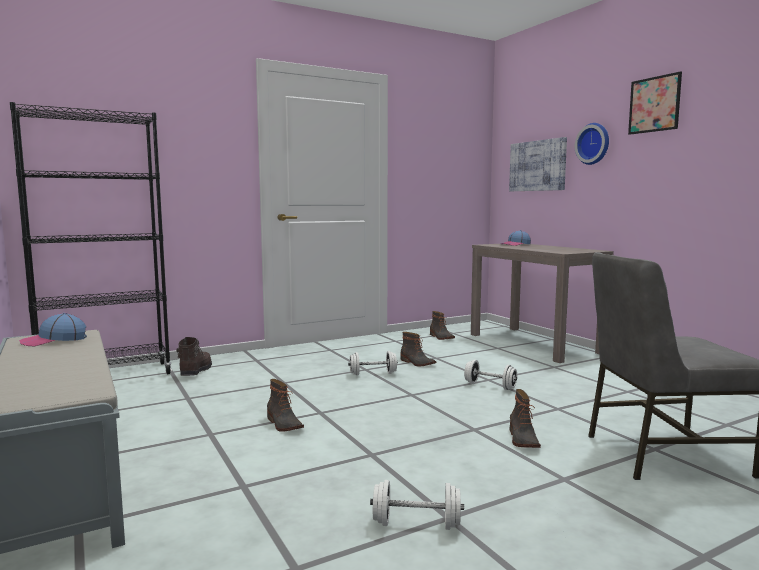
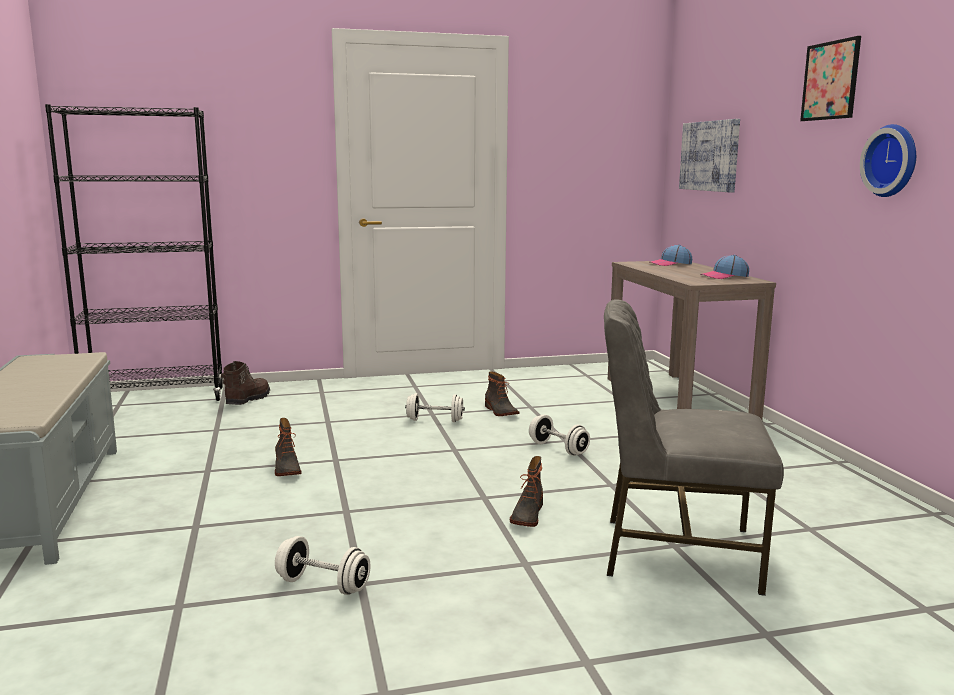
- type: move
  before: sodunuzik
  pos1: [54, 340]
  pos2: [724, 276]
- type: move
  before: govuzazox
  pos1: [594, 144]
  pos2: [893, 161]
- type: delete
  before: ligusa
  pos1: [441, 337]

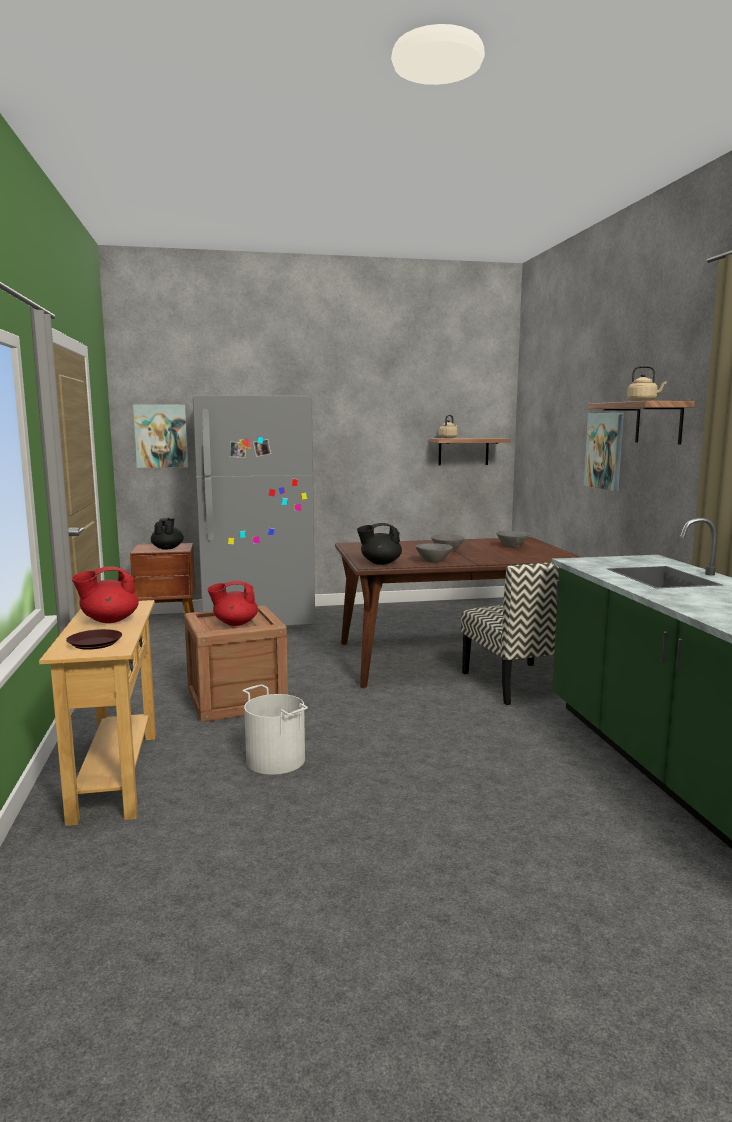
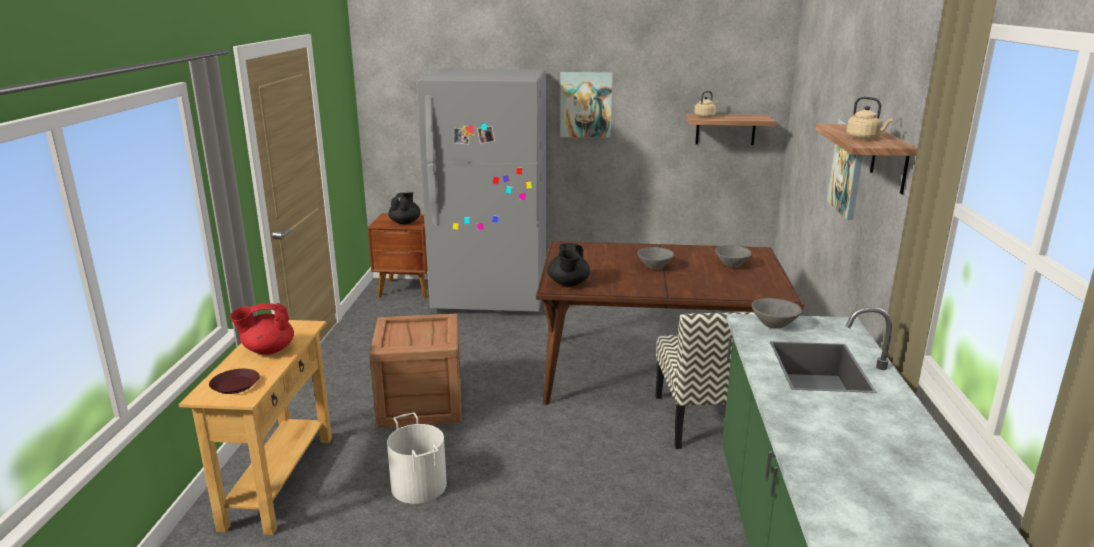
- type: rotate
  before: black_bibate
  pos1: [380, 563]
  pos2: [568, 284]
  turn: -90
- type: move
  before: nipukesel
  pos1: [161, 436]
  pos2: [586, 104]
- type: move
  before: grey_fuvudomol
  pos1: [434, 561]
  pos2: [774, 325]
- type: delete
  before: red_bibate
  pos1: [234, 623]

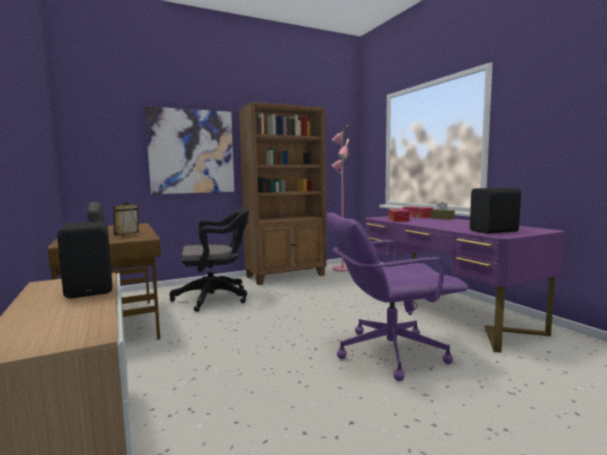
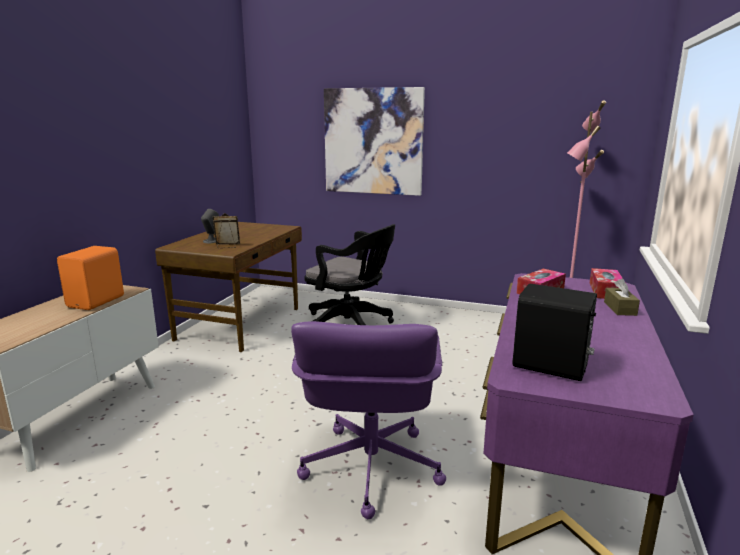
- type: recolor
  before: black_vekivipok
  after: orange_vekivipok
  pos1: [92, 288]
  pos2: [97, 301]
- type: rotate
  before: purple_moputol
  pos1: [389, 352]
  pos2: [370, 468]
  turn: -120
- type: delete
  before: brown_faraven
  pos1: [286, 276]

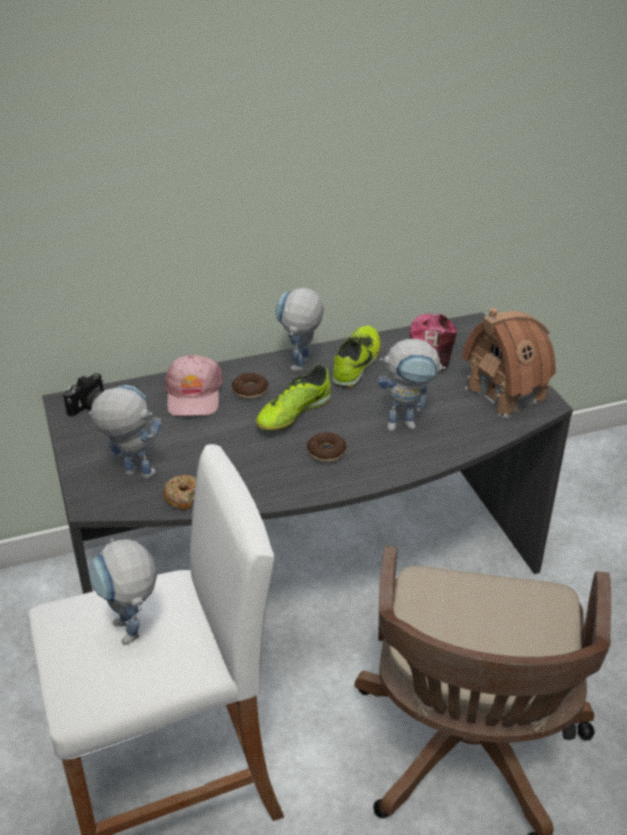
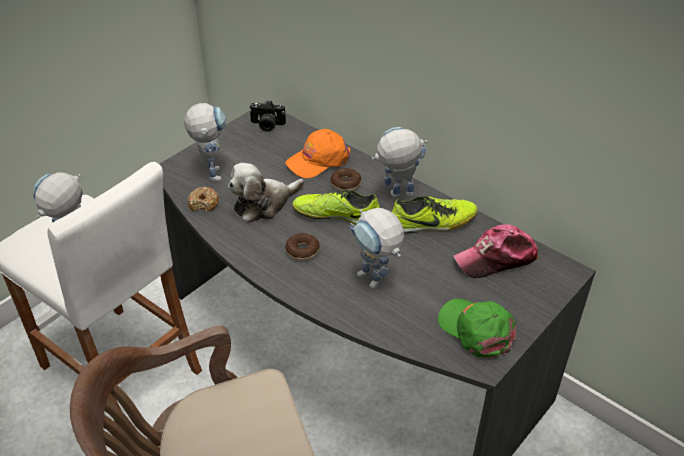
- type: insert
  after: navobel
  pos2: [264, 204]
- type: recolor
  before: pink_sodunuzik
  after: orange_sodunuzik
  pos1: [194, 395]
  pos2: [318, 160]
- type: replace
  before: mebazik
  after: green_sodunuzik
  pos1: [506, 393]
  pos2: [476, 330]

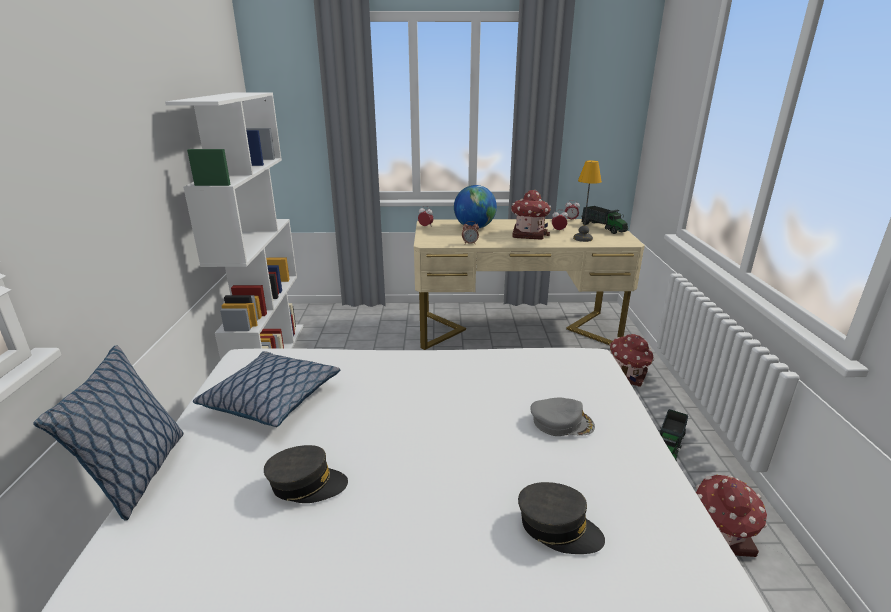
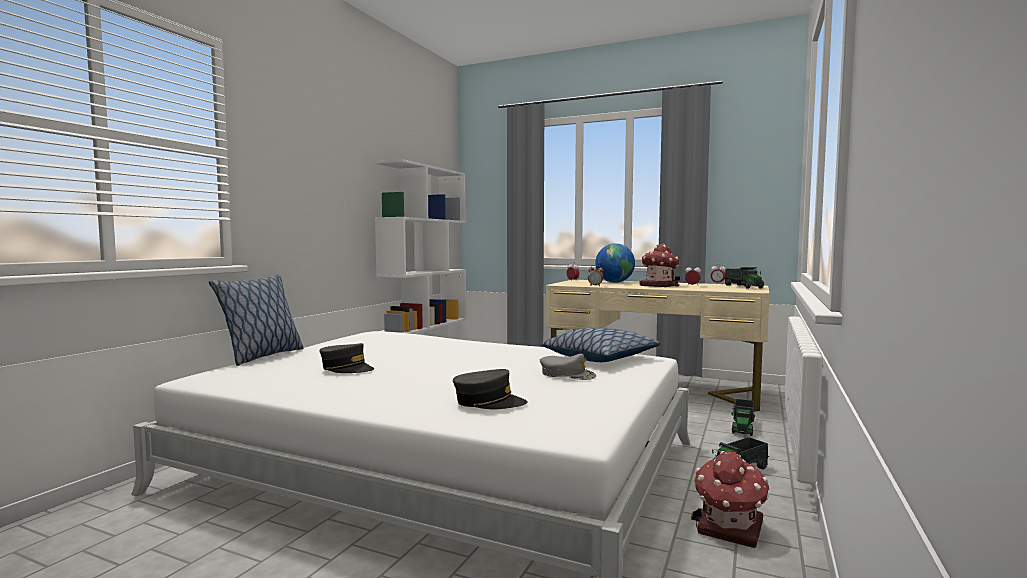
- type: rotate
  before: grey_sodunuzik
  pos1: [558, 528]
  pos2: [488, 402]
  turn: -45
- type: move
  before: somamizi
  pos1: [271, 399]
  pos2: [599, 358]
- type: replace
  before: mebazik
  after: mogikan
  pos1: [627, 375]
  pos2: [743, 427]
- type: delete
  before: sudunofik
  pos1: [583, 239]

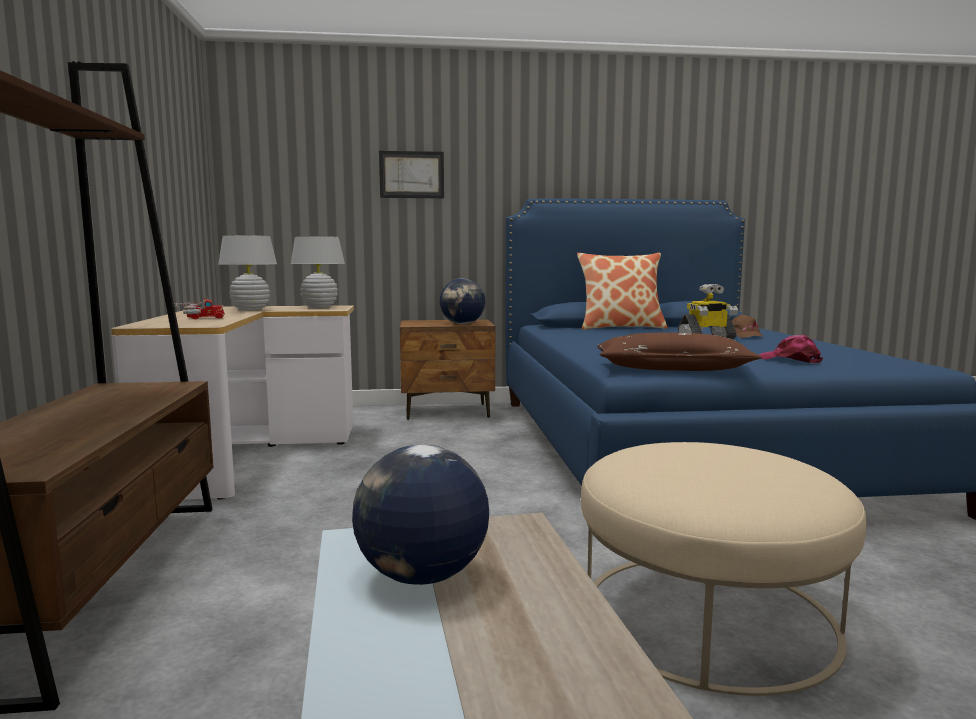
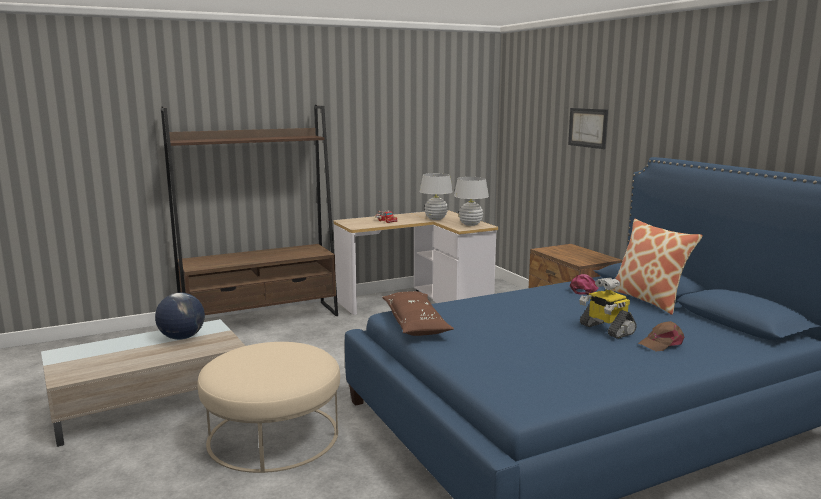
- type: move
  before: pink_sodunuzik
  pos1: [790, 360]
  pos2: [584, 290]
- type: delete
  before: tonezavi
  pos1: [463, 324]

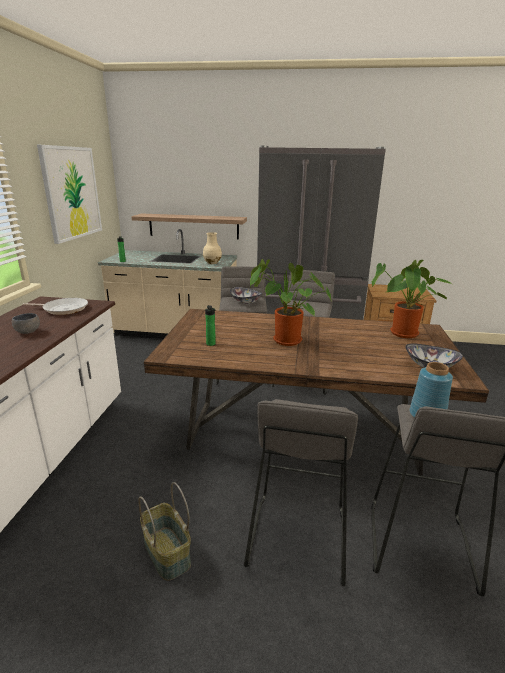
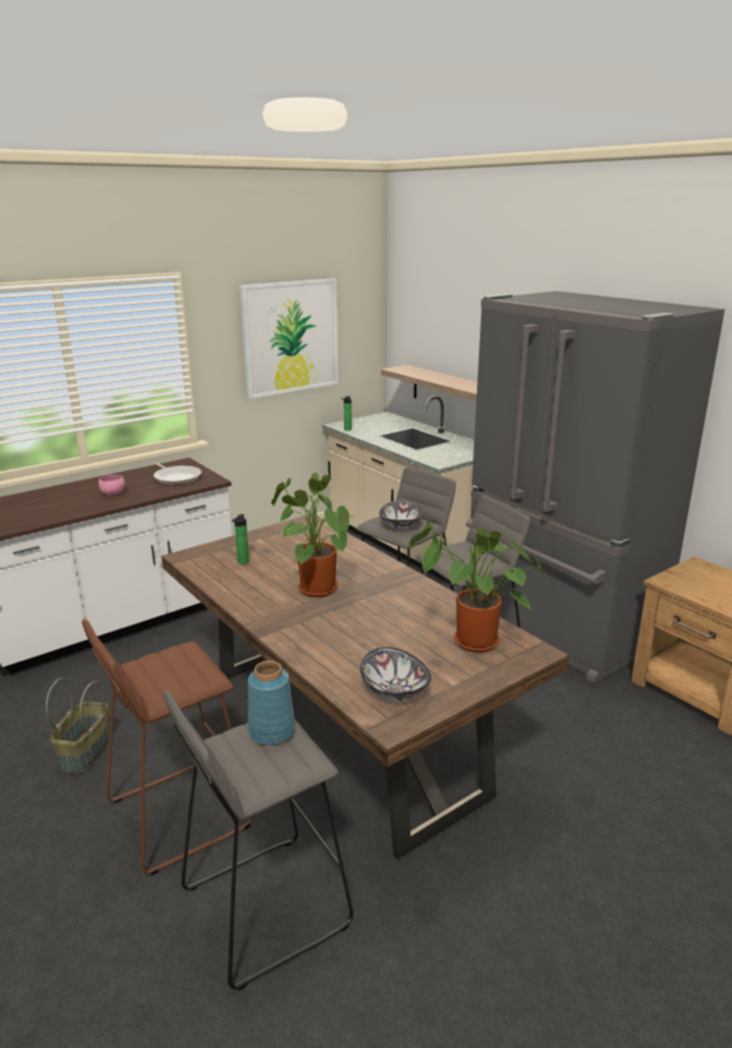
- type: recolor
  before: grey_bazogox
  after: brown_bazogox
  pos1: [296, 538]
  pos2: [179, 813]
- type: recolor
  before: grey_fuvudomol
  after: pink_fuvudomol
  pos1: [27, 331]
  pos2: [113, 493]
- type: delete
  before: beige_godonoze
  pos1: [212, 263]

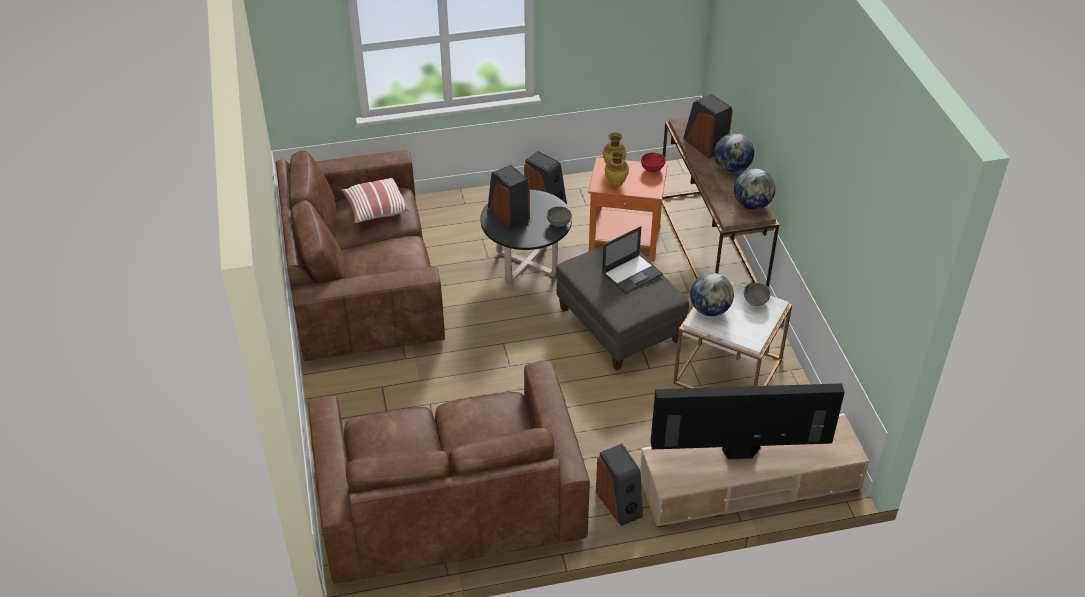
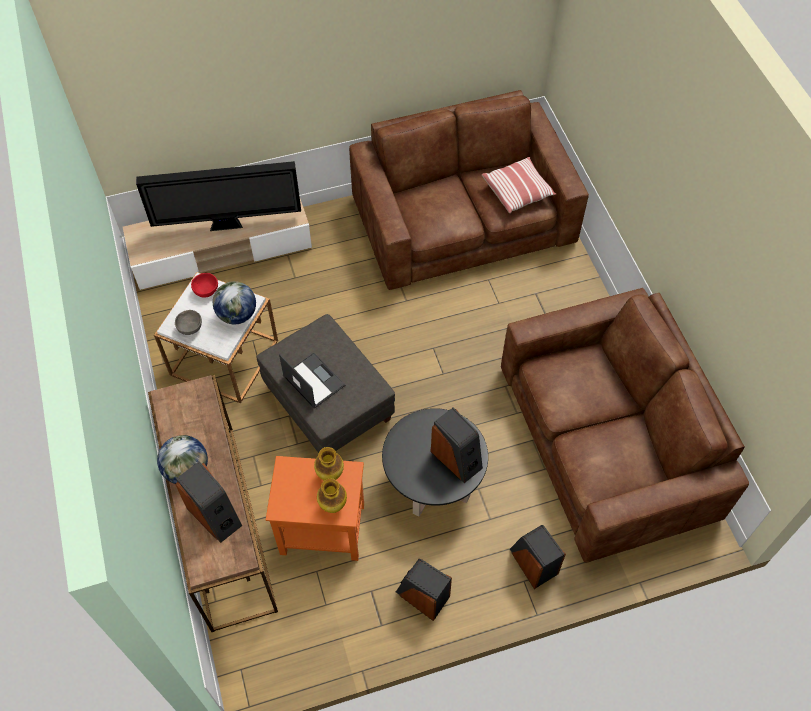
- type: move
  before: red_fuvudomol
  pos1: [653, 169]
  pos2: [206, 291]
- type: rotate
  before: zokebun
  pos1: [632, 273]
  pos2: [313, 380]
  turn: 90
- type: move
  before: somamizi
  pos1: [375, 209]
  pos2: [518, 191]
- type: move
  before: vekivipok
  pos1: [620, 503]
  pos2: [533, 562]
- type: delete
  before: grey_fuvudomol
  pos1: [559, 223]
- type: delete
  before: tonezavi
  pos1: [752, 205]

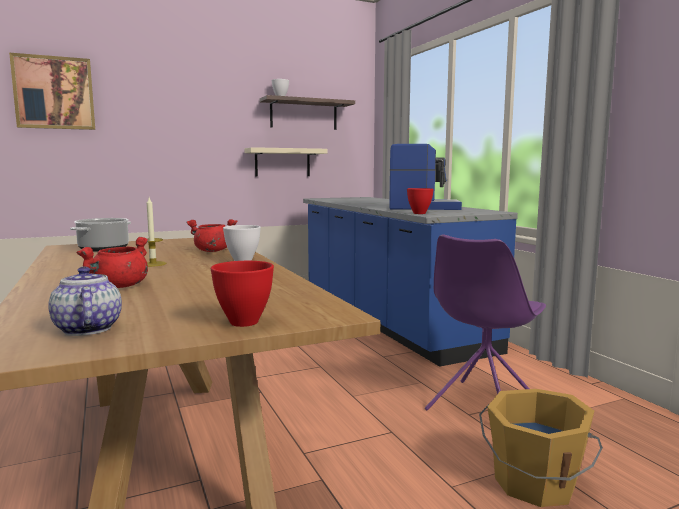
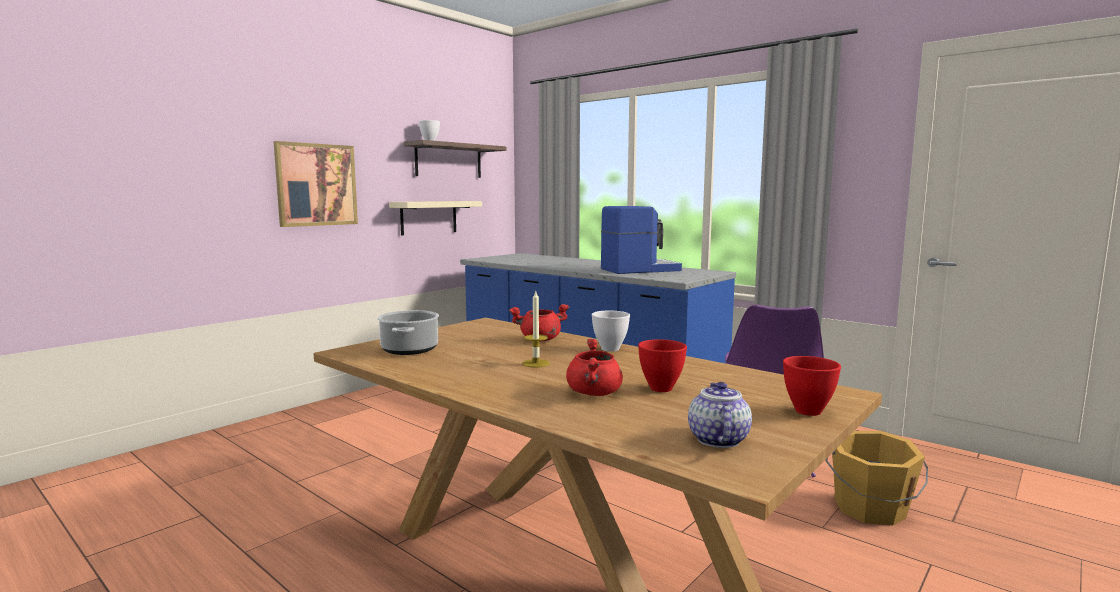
- type: move
  before: nipukesel
  pos1: [54, 93]
  pos2: [316, 185]
- type: move
  before: red_fuvudomol
  pos1: [418, 213]
  pos2: [659, 388]
- type: rotate
  before: bibate
  pos1: [87, 329]
  pos2: [717, 439]
  turn: 60

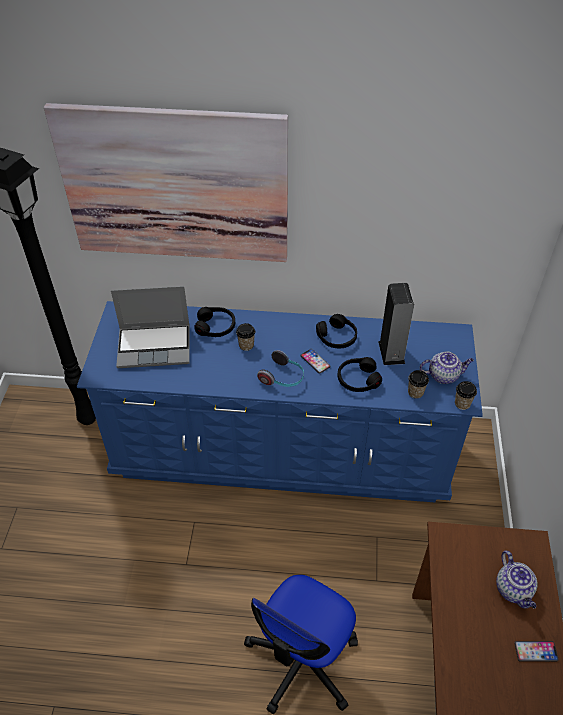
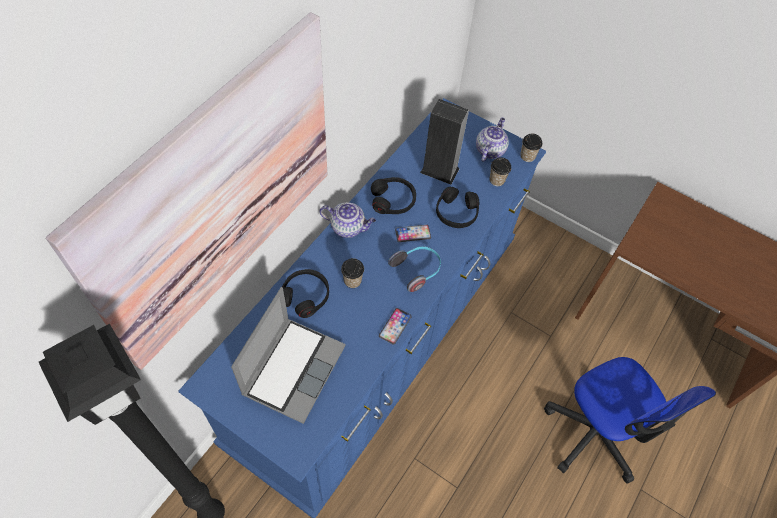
- type: move
  before: bibate
  pos1: [514, 590]
  pos2: [348, 227]
- type: move
  before: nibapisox
  pos1: [535, 651]
  pos2: [395, 326]

